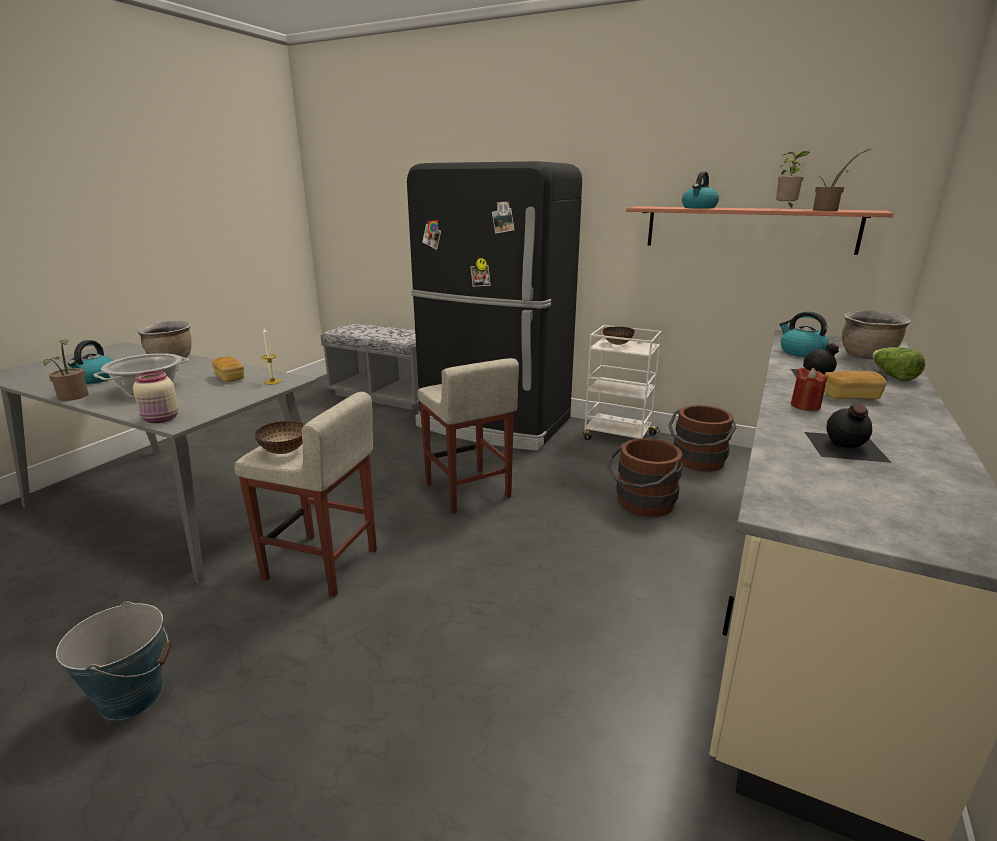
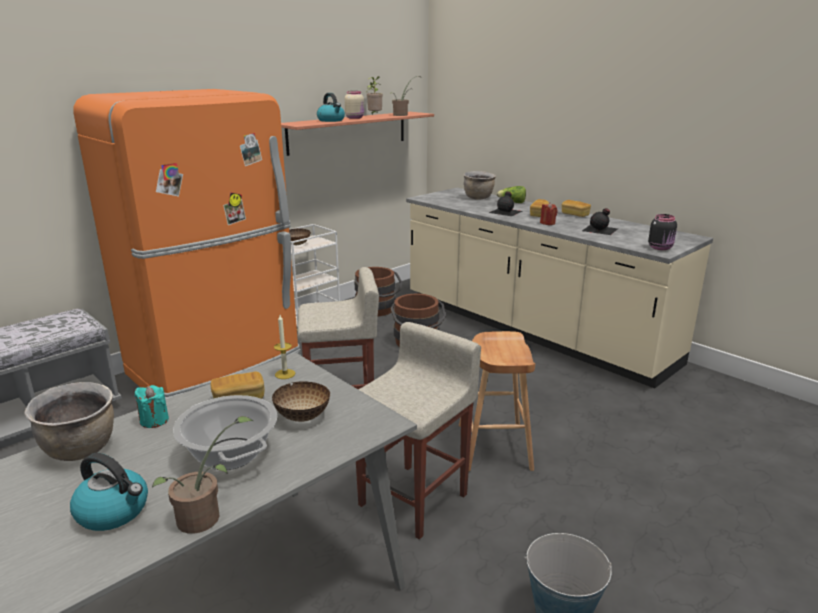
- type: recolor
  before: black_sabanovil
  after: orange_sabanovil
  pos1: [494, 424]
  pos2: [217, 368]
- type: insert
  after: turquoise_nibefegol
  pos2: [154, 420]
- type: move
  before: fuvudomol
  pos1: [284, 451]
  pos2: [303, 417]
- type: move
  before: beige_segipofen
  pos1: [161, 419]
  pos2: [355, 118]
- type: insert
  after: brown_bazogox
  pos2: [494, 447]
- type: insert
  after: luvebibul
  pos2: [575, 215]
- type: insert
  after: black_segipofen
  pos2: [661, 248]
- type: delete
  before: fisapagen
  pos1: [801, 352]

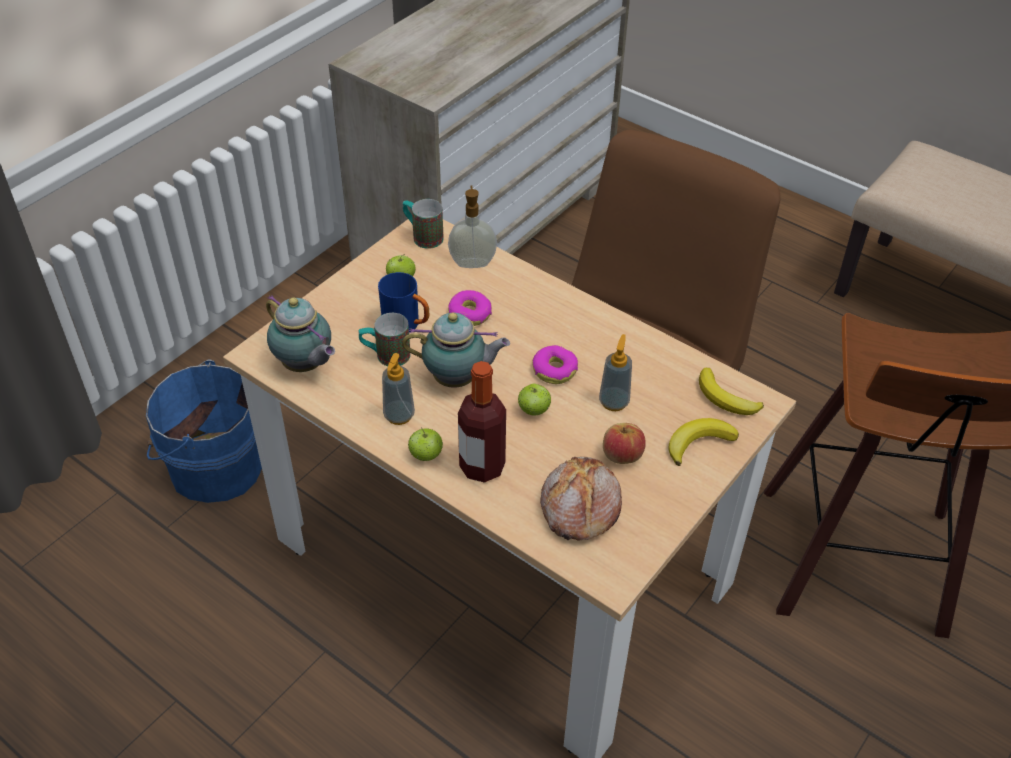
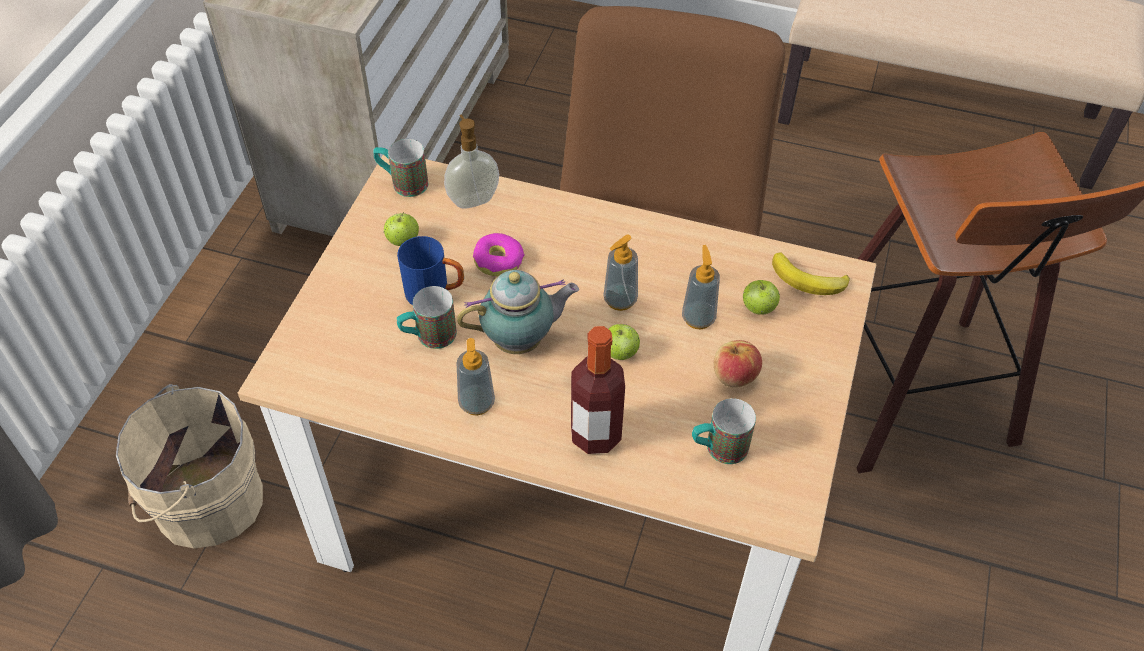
- type: recolor
  before: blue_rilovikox
  after: beige_rilovikox
  pos1: [212, 466]
  pos2: [204, 501]
- type: replace
  before: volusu
  after: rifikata
  pos1: [554, 370]
  pos2: [620, 300]
- type: replace
  before: luvebibul
  after: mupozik
  pos1: [578, 507]
  pos2: [718, 449]
- type: move
  before: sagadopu
  pos1: [426, 455]
  pos2: [758, 308]
- type: delete
  before: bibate
  pos1: [305, 366]
- type: delete
  before: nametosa
  pos1: [698, 443]

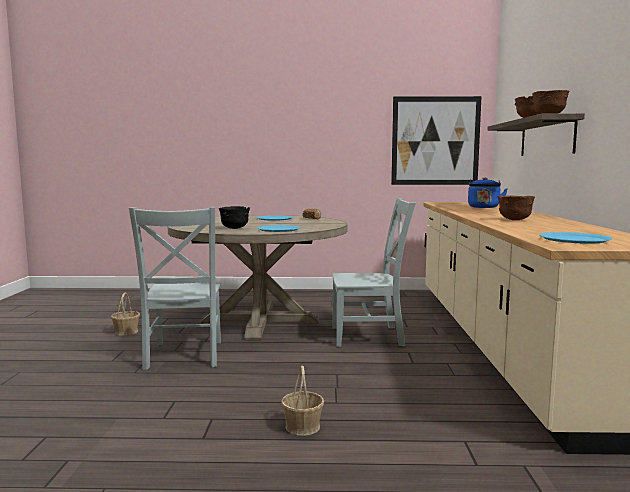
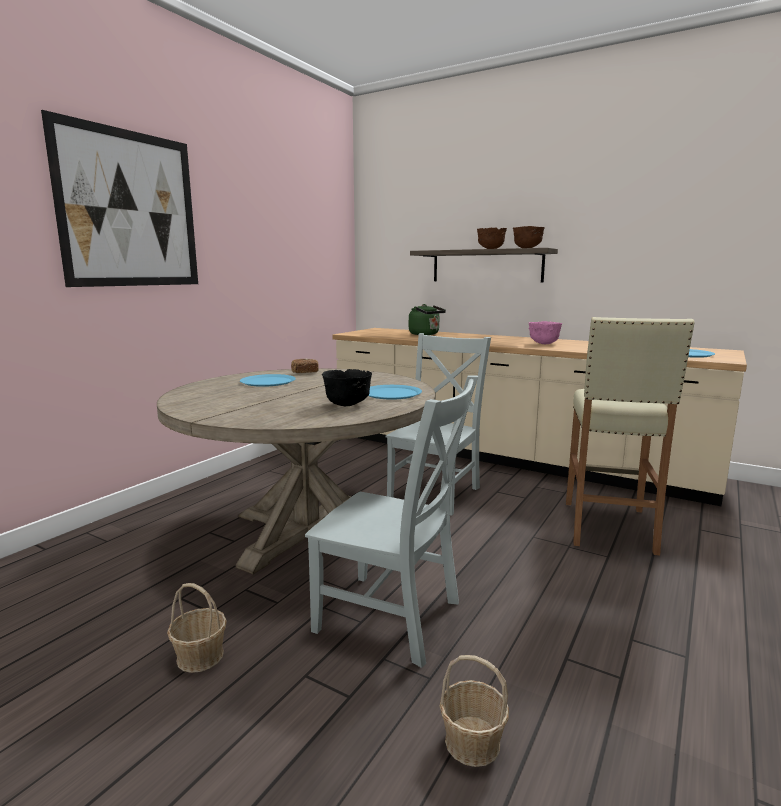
- type: move
  before: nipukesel
  pos1: [435, 141]
  pos2: [130, 209]
- type: recolor
  before: blue_fisapagen
  after: green_fisapagen
  pos1: [484, 207]
  pos2: [425, 334]
- type: move
  before: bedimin
  pos1: [303, 426]
  pos2: [472, 742]
- type: recolor
  before: brown_fuvudomol
  after: pink_fuvudomol
  pos1: [514, 220]
  pos2: [544, 344]
- type: insert
  after: beige_bazogox
  pos2: [608, 527]

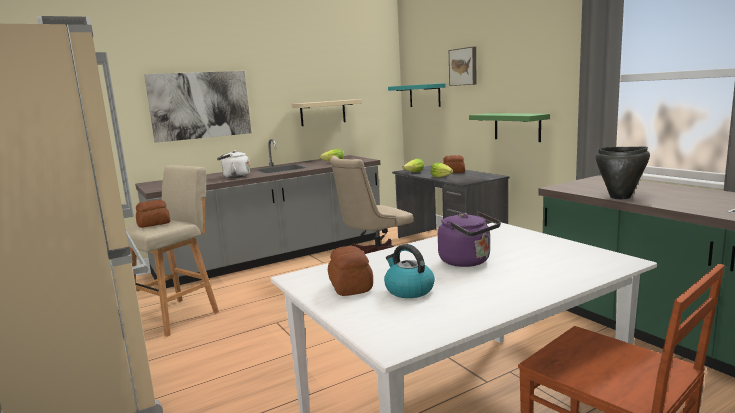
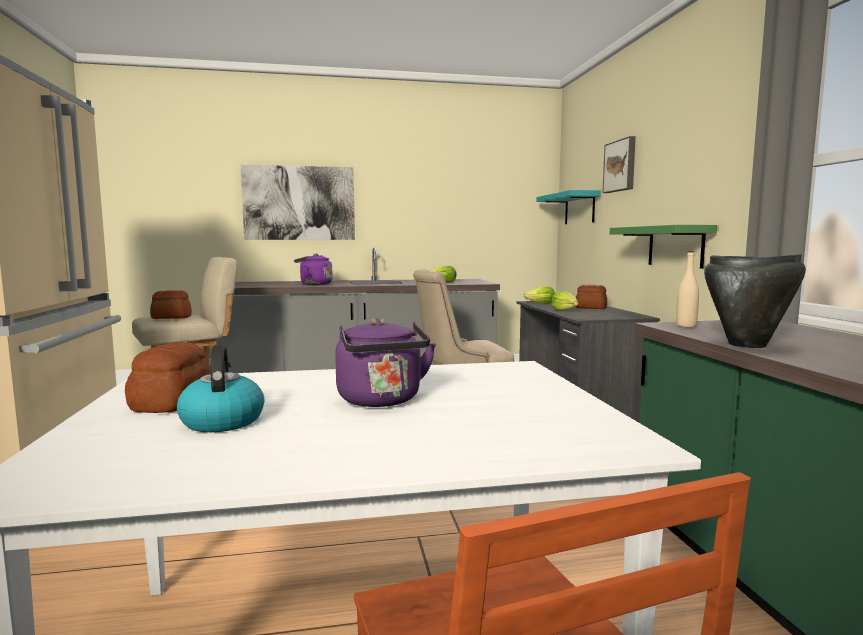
- type: recolor
  before: white_fisapagen
  after: purple_fisapagen
  pos1: [234, 176]
  pos2: [314, 284]
- type: insert
  after: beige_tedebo
  pos2: [686, 326]
- type: delete
  before: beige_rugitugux
  pos1: [323, 112]

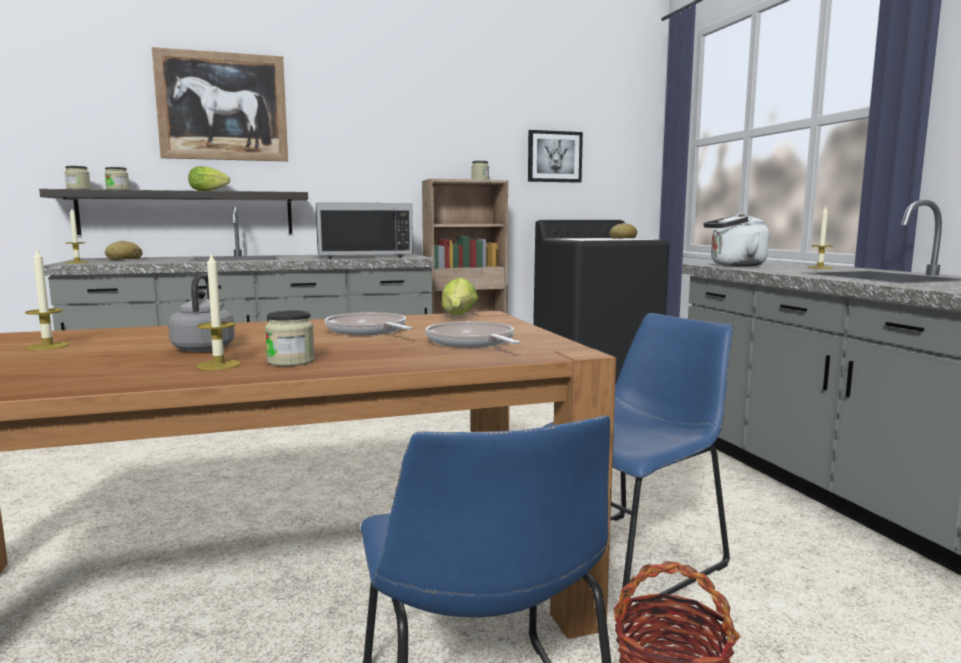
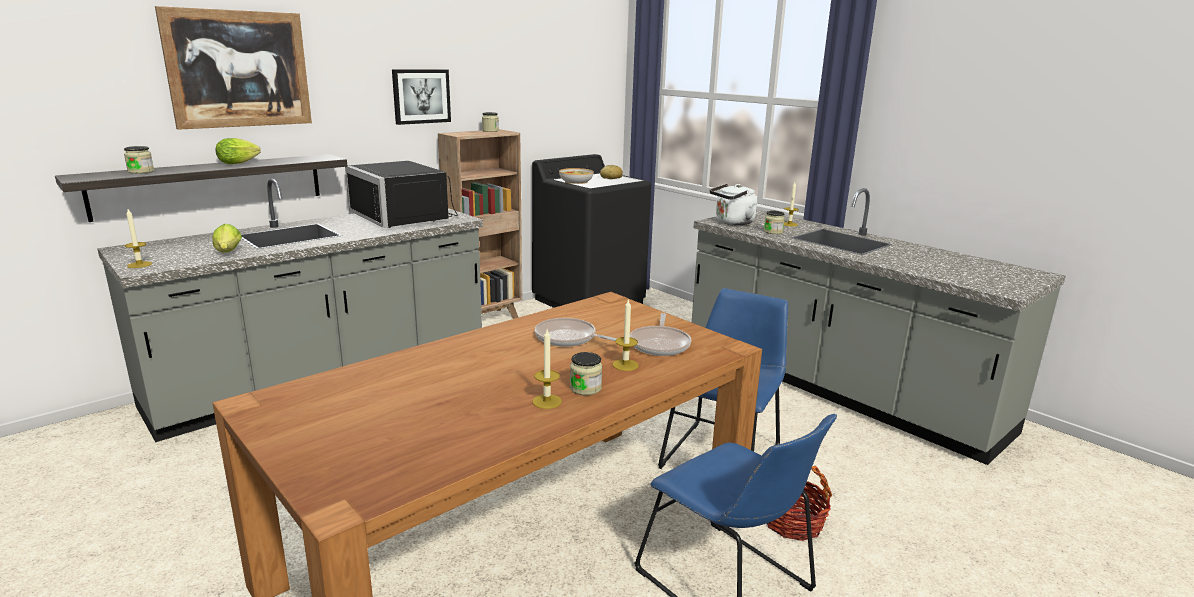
- type: move
  before: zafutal
  pos1: [458, 317]
  pos2: [228, 253]
- type: rotate
  before: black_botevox
  pos1: [364, 256]
  pos2: [406, 217]
  turn: 90
- type: move
  before: nipukesel
  pos1: [554, 156]
  pos2: [421, 96]
- type: insert
  after: fuvudomol
  pos2: [576, 182]
- type: move
  before: nibefegol
  pos1: [48, 346]
  pos2: [625, 365]
- type: rotate
  before: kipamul
  pos1: [472, 343]
  pos2: [660, 344]
  turn: -120
- type: move
  before: segipofen
  pos1: [78, 189]
  pos2: [773, 232]
- type: delete
  before: luvebibul
  pos1: [124, 259]
- type: delete
  before: grey_fisapagen
  pos1: [205, 348]

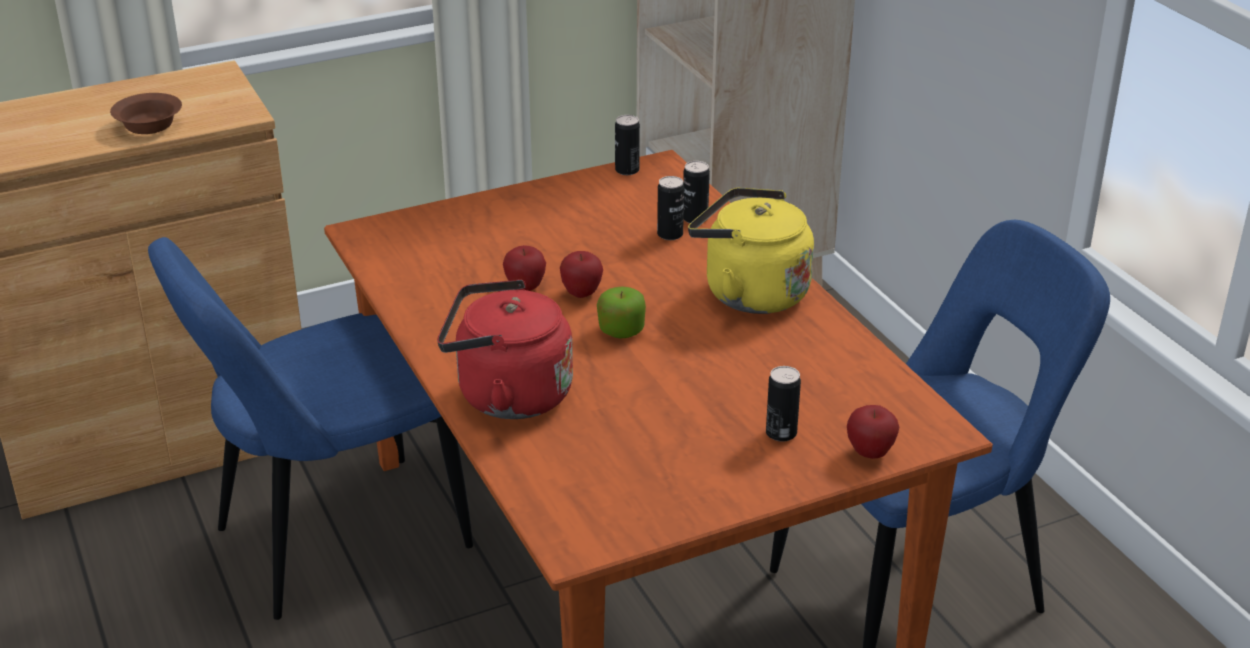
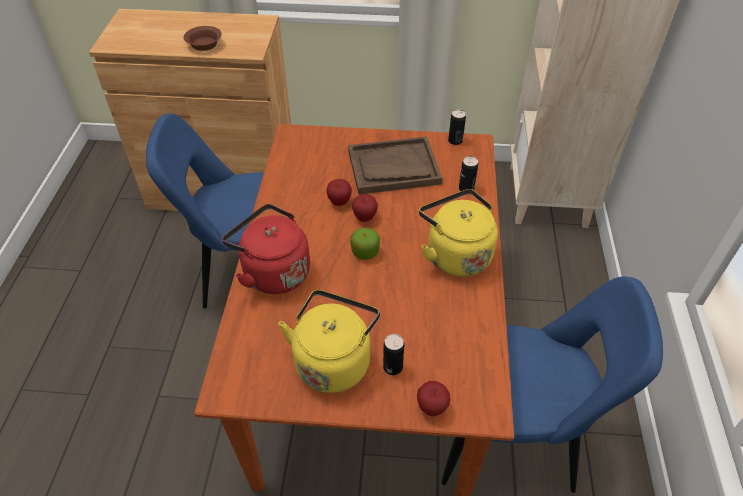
- type: insert
  after: yellow_fisapagen
  pos2: [334, 360]
- type: insert
  after: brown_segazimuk
  pos2: [393, 167]
- type: delete
  before: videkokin
  pos1: [670, 234]

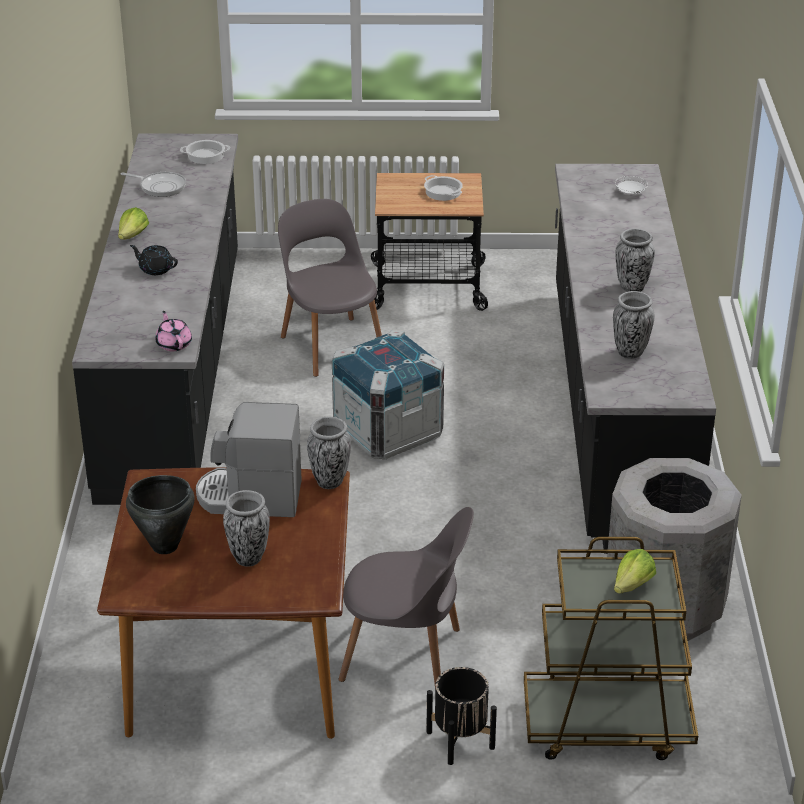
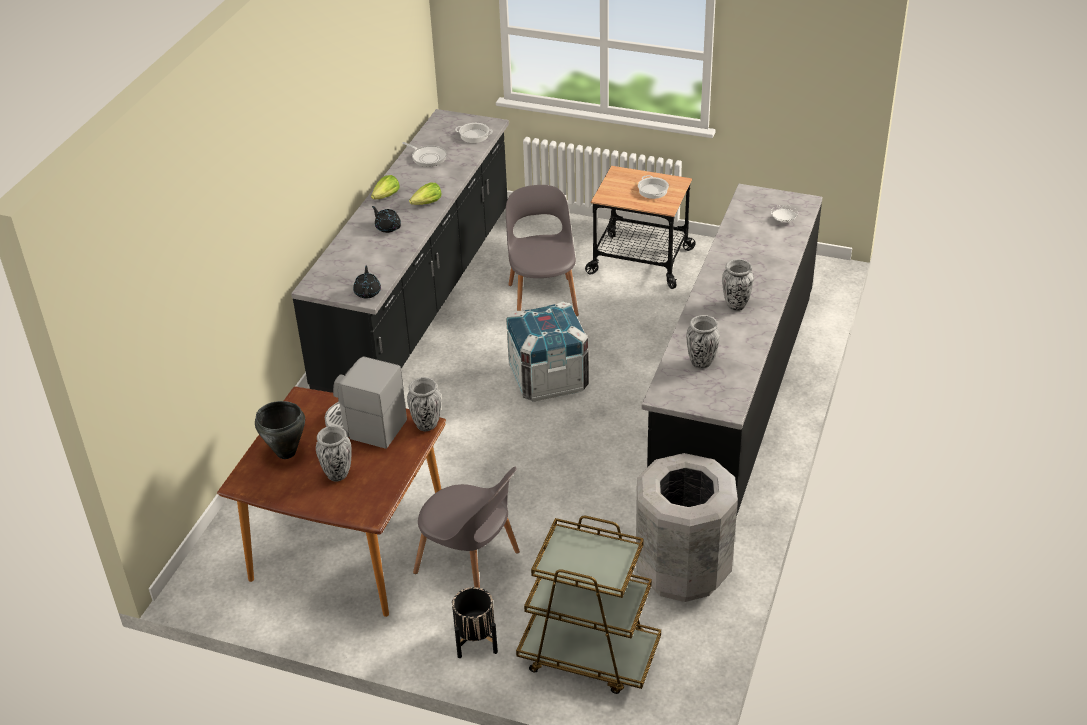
- type: recolor
  before: pink_bibate
  after: black_bibate
  pos1: [174, 344]
  pos2: [367, 292]
- type: move
  before: zafutal
  pos1: [632, 585]
  pos2: [427, 203]

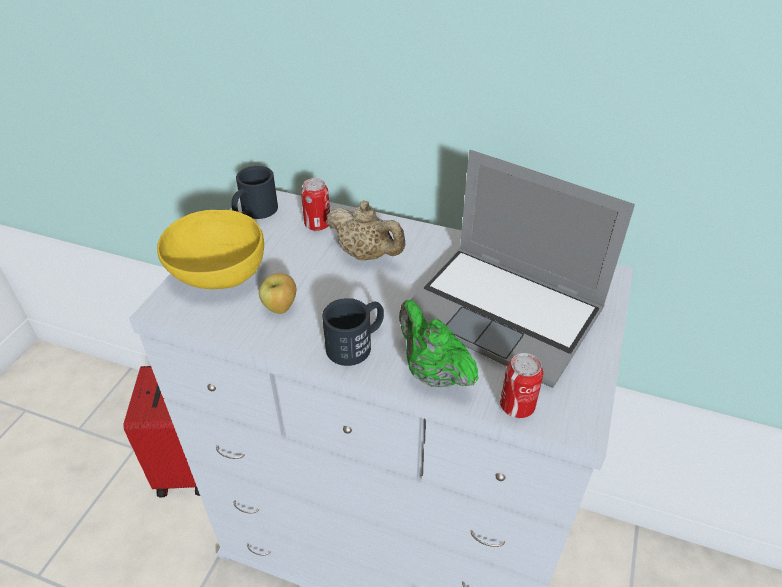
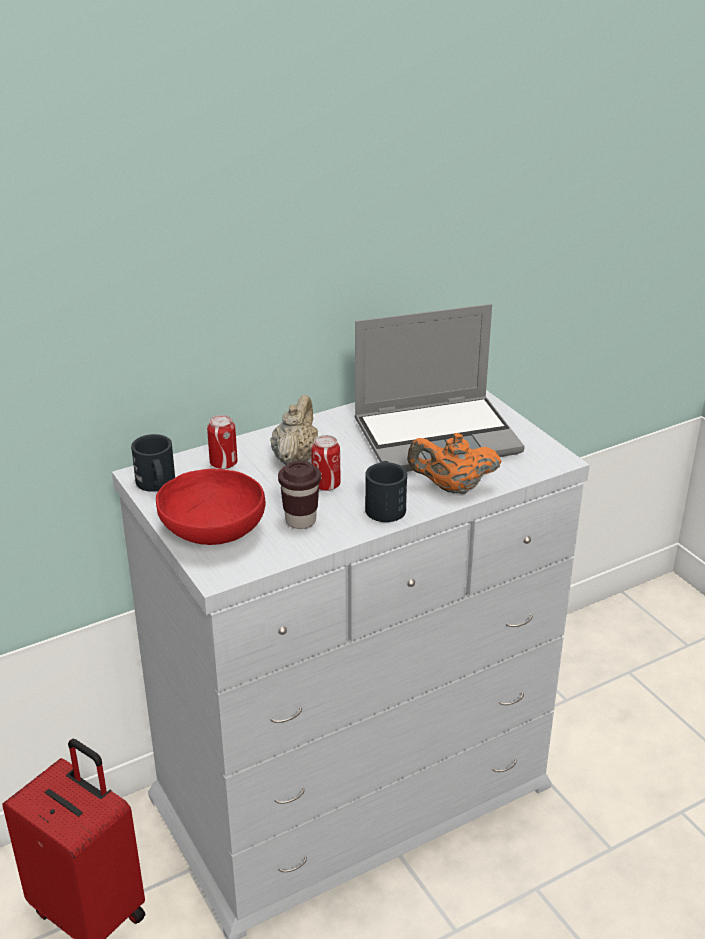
- type: recolor
  before: yellow_fuvudomol
  after: red_fuvudomol
  pos1: [217, 272]
  pos2: [212, 533]
- type: rotate
  before: beige_bibate
  pos1: [366, 255]
  pos2: [296, 459]
  turn: -60
- type: replace
  before: sagadopu
  after: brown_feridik
  pos1: [280, 308]
  pos2: [300, 521]
- type: move
  before: videkokin
  pos1: [517, 406]
  pos2: [326, 485]
- type: recolor
  before: green_bibate
  after: orange_bibate
  pos1: [433, 372]
  pos2: [452, 488]

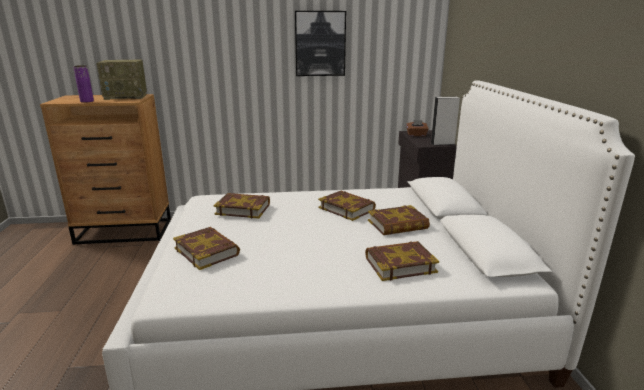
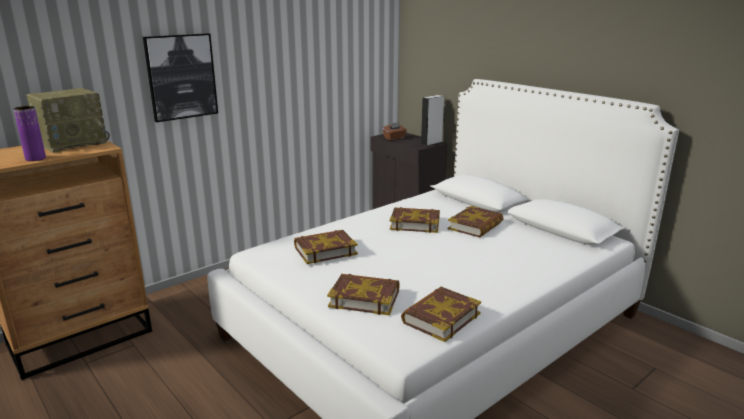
- type: move
  before: nipukesel
  pos1: [320, 44]
  pos2: [181, 76]
- type: move
  before: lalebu
  pos1: [400, 264]
  pos2: [440, 318]

